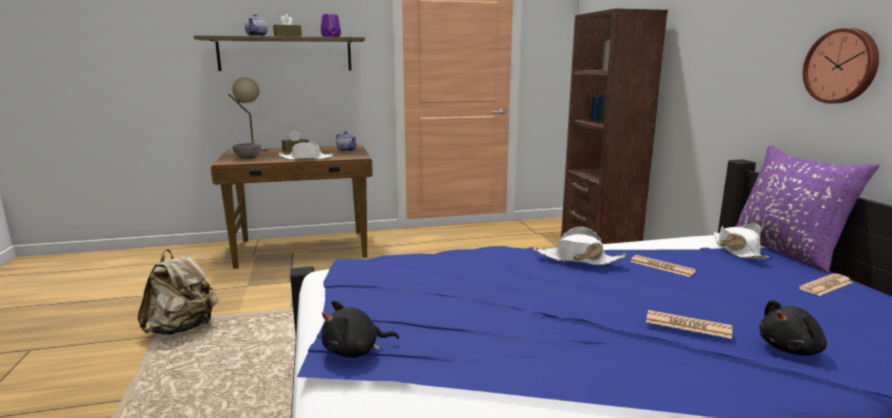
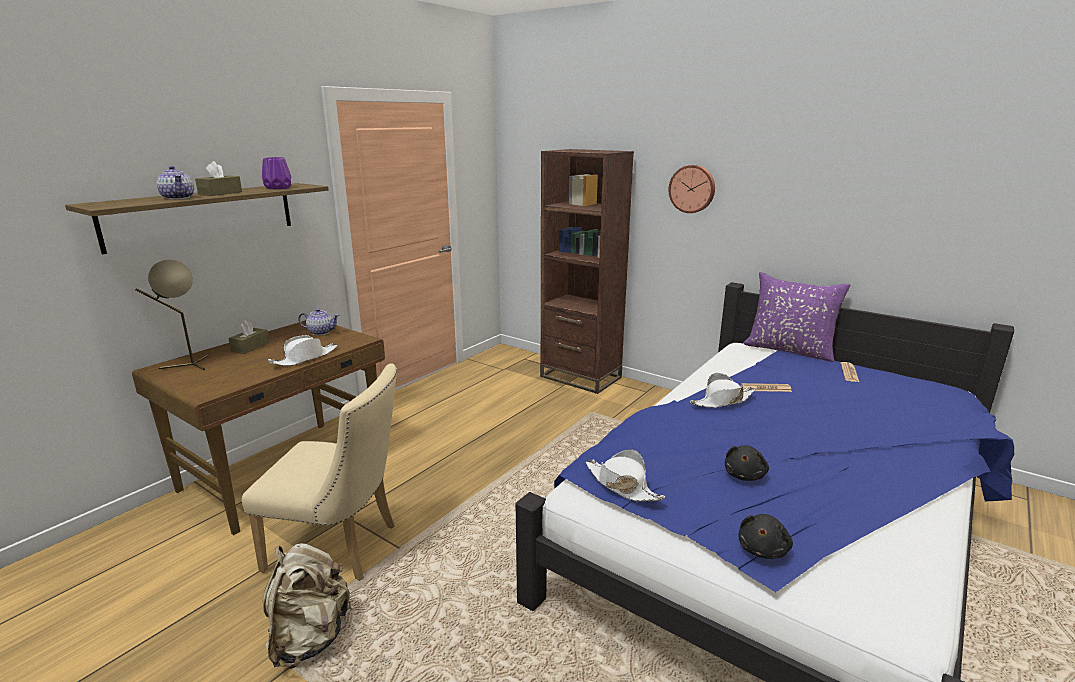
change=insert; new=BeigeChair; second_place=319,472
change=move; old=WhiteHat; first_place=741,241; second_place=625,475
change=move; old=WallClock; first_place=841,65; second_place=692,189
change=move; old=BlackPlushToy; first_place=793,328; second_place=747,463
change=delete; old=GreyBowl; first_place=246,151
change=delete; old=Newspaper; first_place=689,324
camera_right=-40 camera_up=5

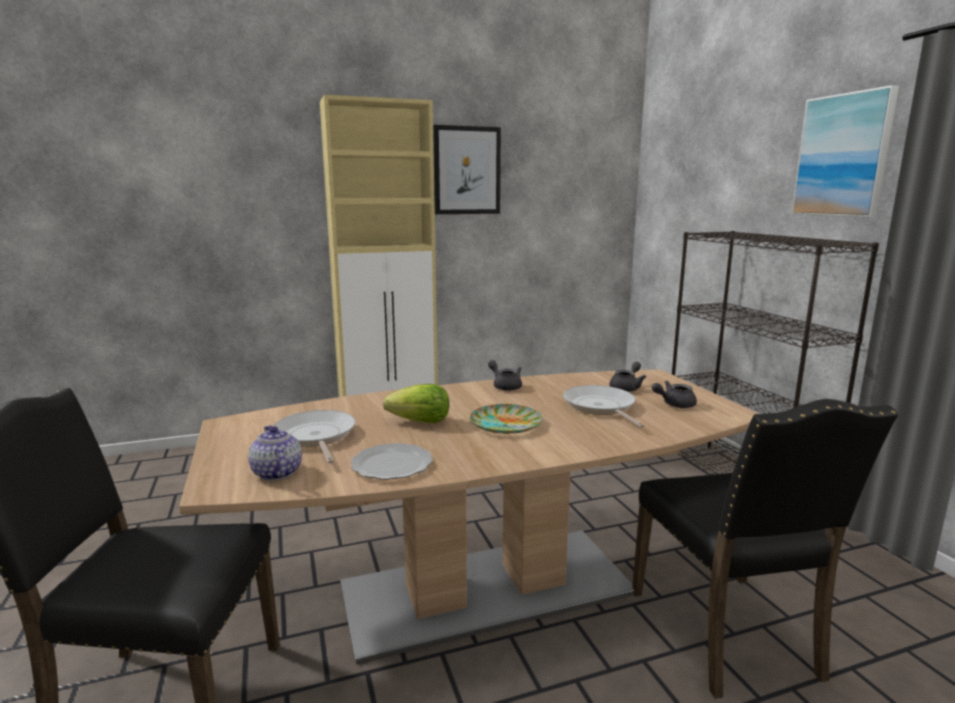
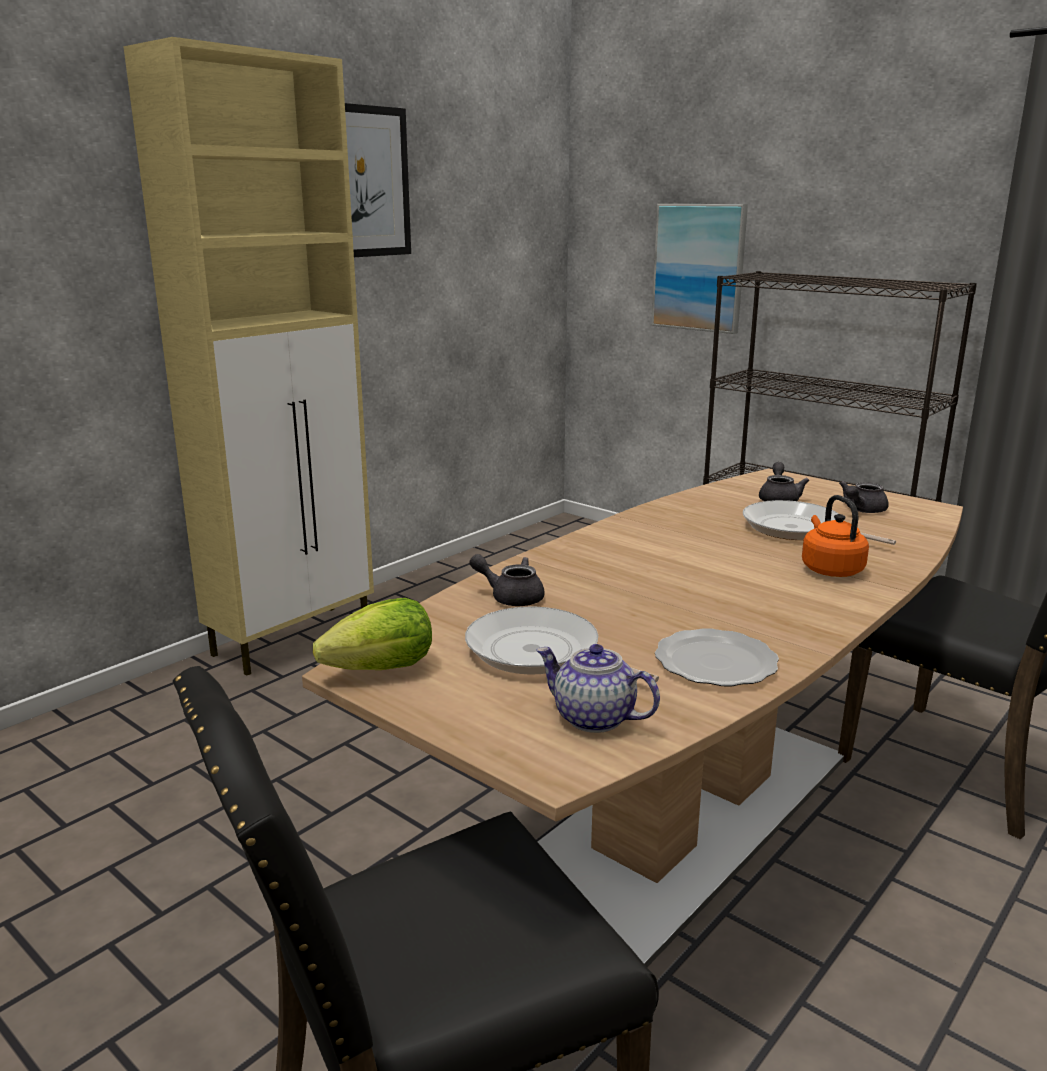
change=move; old=Lettuce; first_place=416,403; second_place=372,634
change=move; old=GreyTeapot; first_place=505,375; second_place=506,580
change=move; old=Picture; first_place=845,151; second_place=699,269
change=insert; new=OrangeKettle; second_place=835,536
change=delete; old=Plate; first_place=506,419
camera_right=-30 camera_up=5

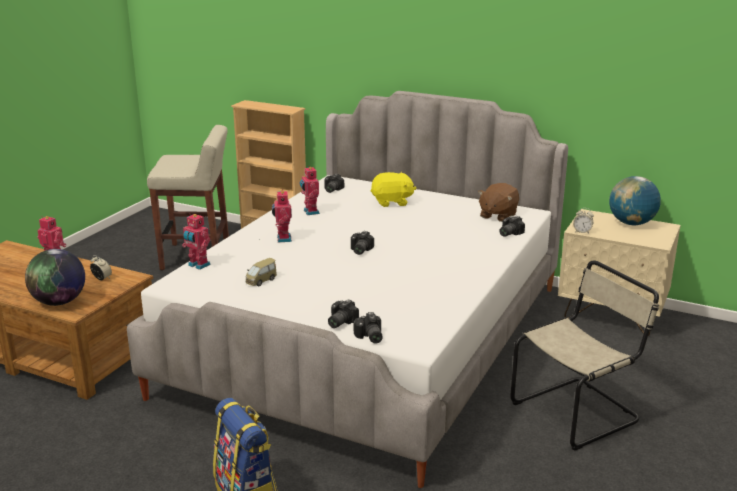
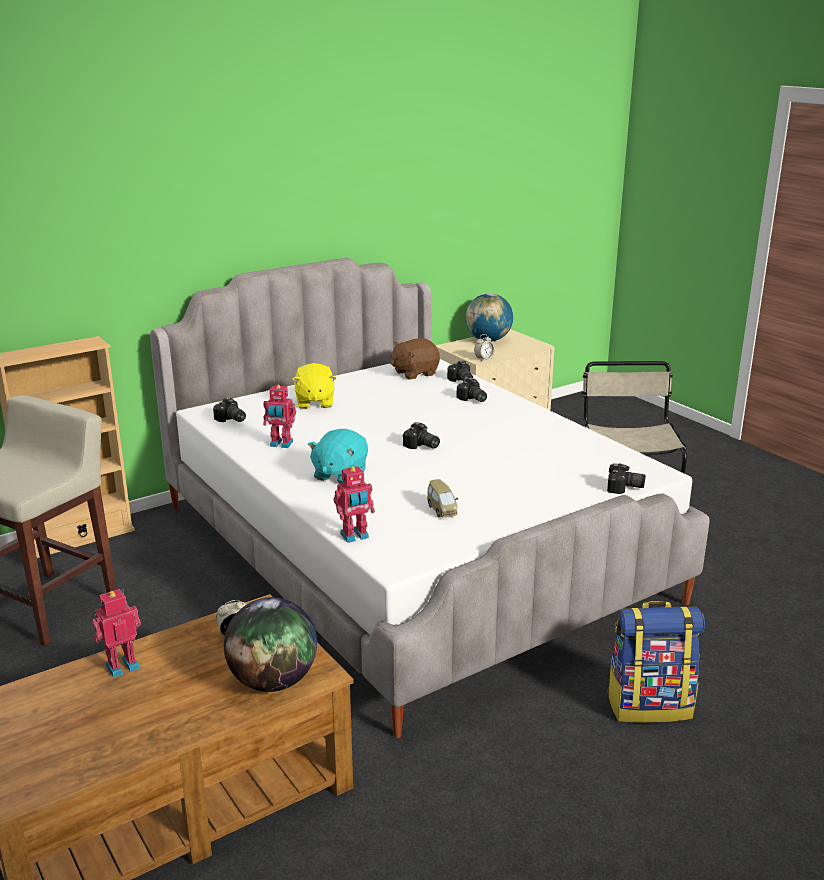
change=rotate; old=YellowPlushToy; first_place=393,189; second_place=314,386; degrees=150
change=replace; old=ToyRobot; new=TurquoisePlushToy; first_place=282,215; second_place=338,456
change=rotate; old=BrownPlushToy; first_place=498,202; second_place=415,359; degrees=90
change=move; old=PhotoCamera; first_place=343,313; second_place=472,390
camera_right=-60 camera_up=0

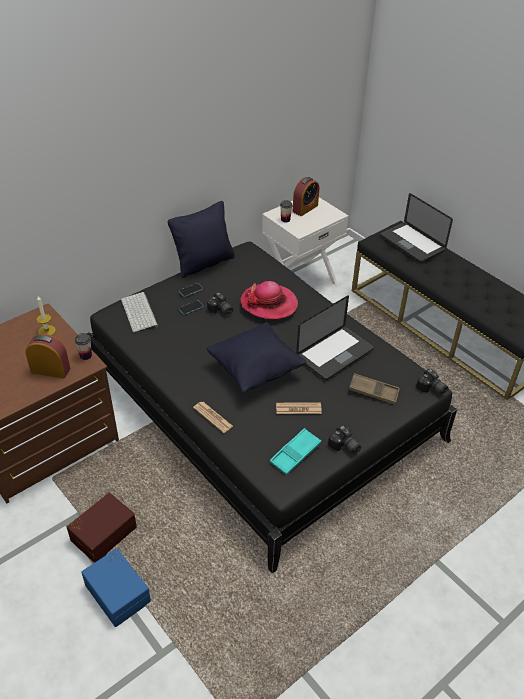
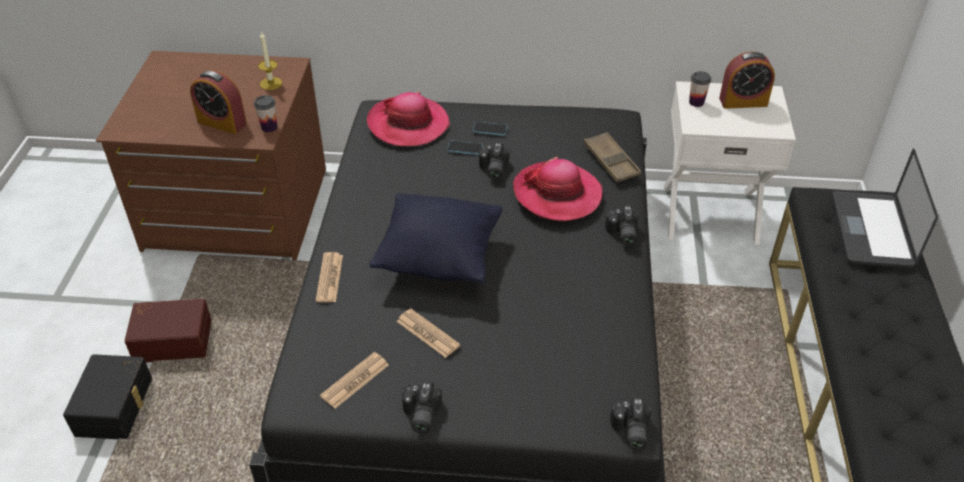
change=recolor; old=BlueStorageBox; new=BlackStorageBox; first_place=116,587; second_place=107,396
change=rotate; old=AlarmClock; first_place=47,356; second_place=218,102; degrees=150
change=replace; old=TurquoiseTray; new=Newspaper; first_place=295,451; second_place=354,380
change=replace; old=Keyboard; new=Hat; first_place=139,312; second_place=408,119
change=move; old=BrownTray; first_place=374,388; second_place=612,157
change=insert; new=PhotoCamera; second_place=622,226
change=delete; old=BlackPillow; first_place=201,239
change=delete; old=Laptop; first_place=335,337
camera_right=45 camera_up=0

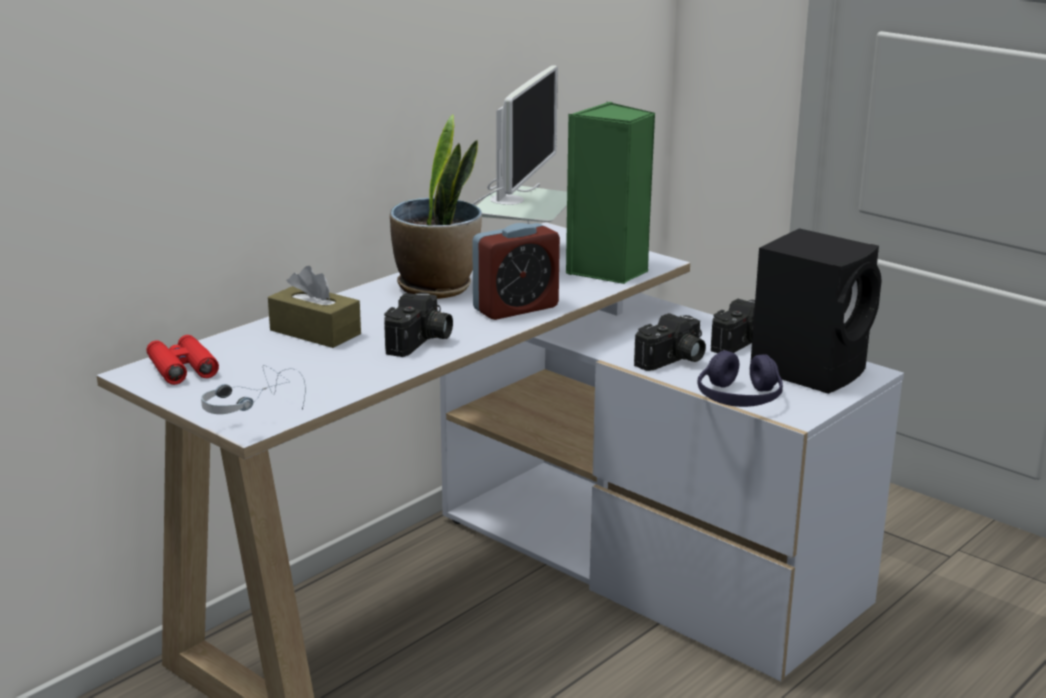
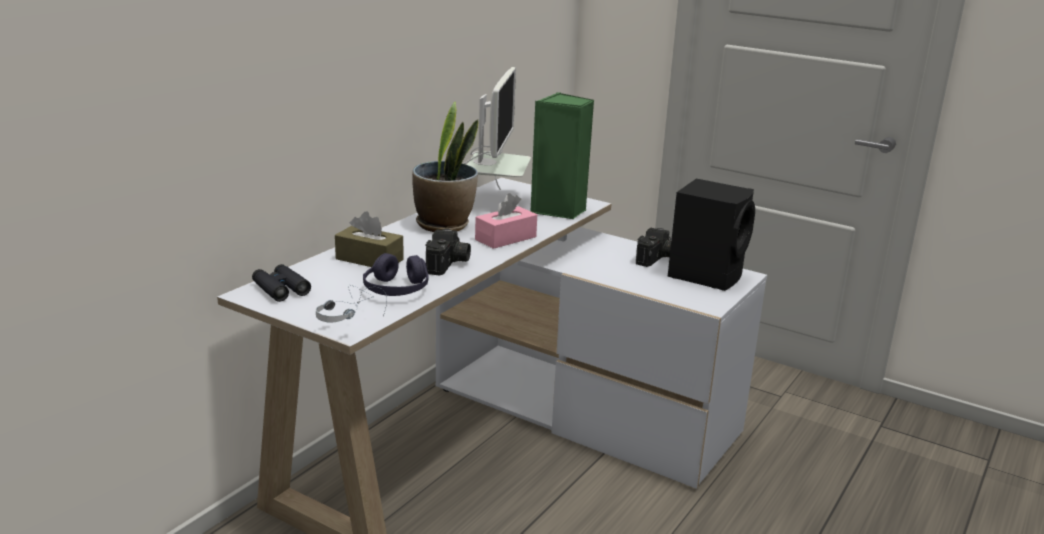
change=recolor; old=RedBinoculars; new=BlackBinoculars; first_place=182,360; second_place=281,283
change=move; old=PurpleHeadphones; first_place=740,378; second_place=395,274
change=replace; old=AlarmClock; new=PinkTissueBox; first_place=516,271; second_place=506,221
change=delete; old=PhotoCamera; first_place=670,342
camera_right=-10 camera_up=0

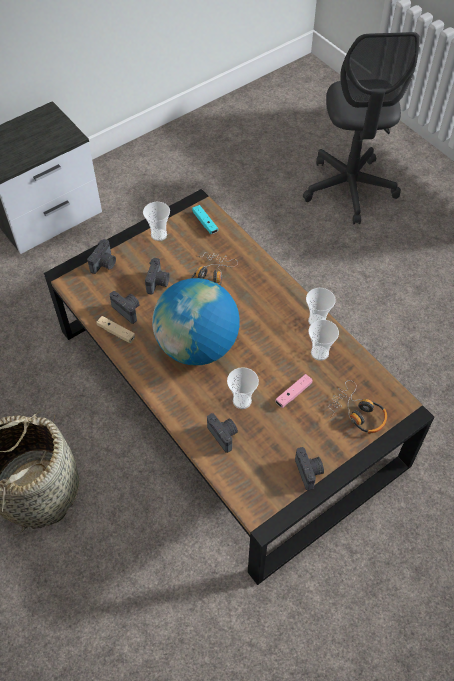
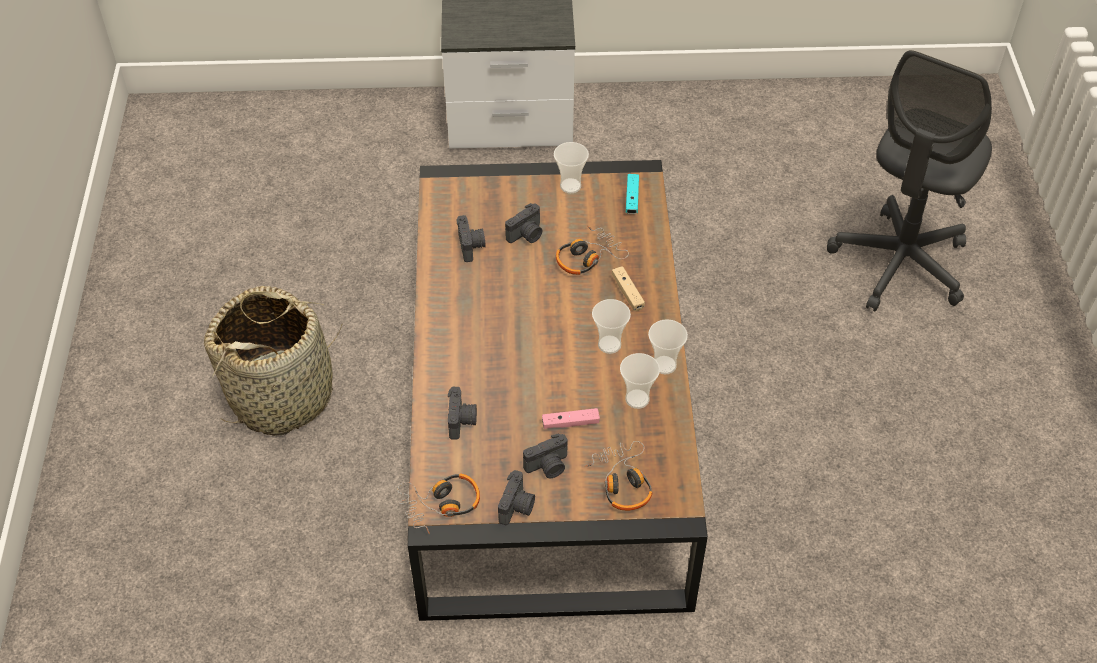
change=insert; new=Headphones; second_place=438,503
change=move; old=PhotoCamera; first_place=101,256; second_place=545,455
change=move; old=Cup; first_place=243,388; second_place=611,326
change=move; old=BeigeGameController; first_place=115,329; second_place=628,288
change=delete; old=Globe; first_place=196,321
camera_right=35 camera_up=-5

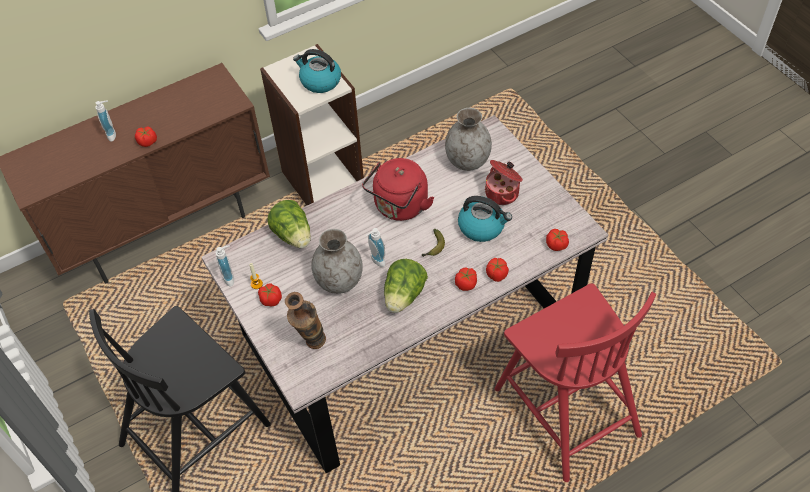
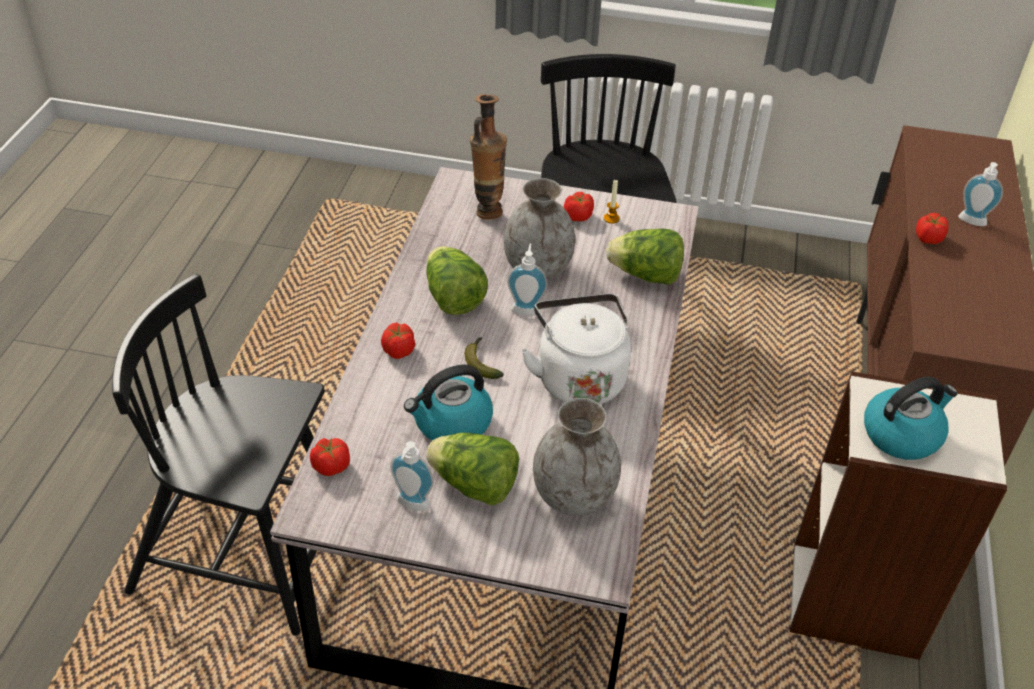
change=recolor; old=RedChair; new=BlackChair; first_place=575,382; second_place=218,454
change=move; old=SoapDispenser; first_place=225,265; second_place=412,476
change=replace; old=CookingPot; new=Lettuce; first_place=504,182; second_place=472,469
change=recolor; old=RedKettle; new=WhiteKettle; first_place=398,189; second_place=576,349
change=delete; old=Tomato; first_place=497,270
camera_right=130 camera_up=-10

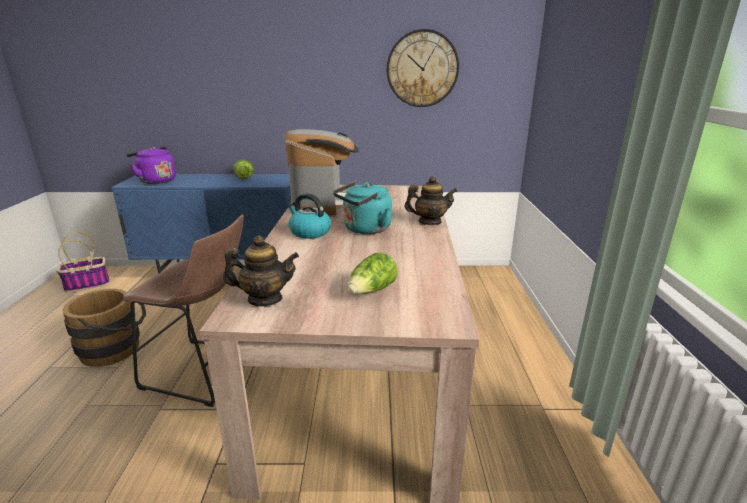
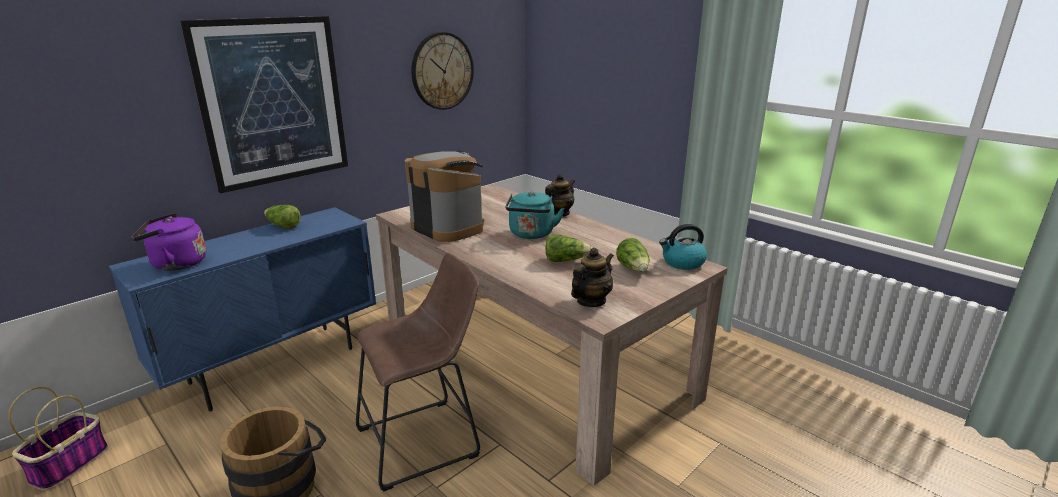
change=insert; new=Picture; second_place=264,104
change=insert; new=Lettuce; second_place=569,248
change=move; old=Kettle; first_place=309,216; second_place=683,247
camera_right=-45 camera_up=0

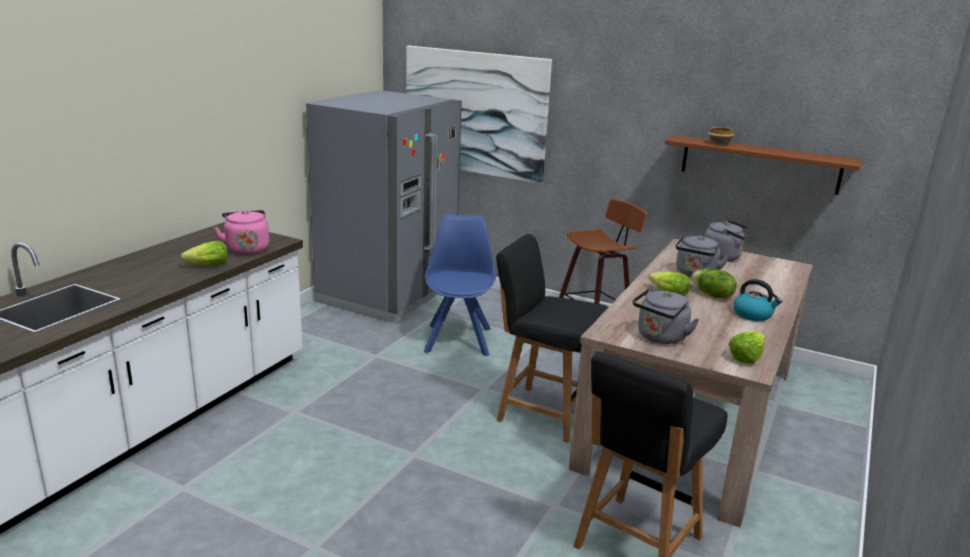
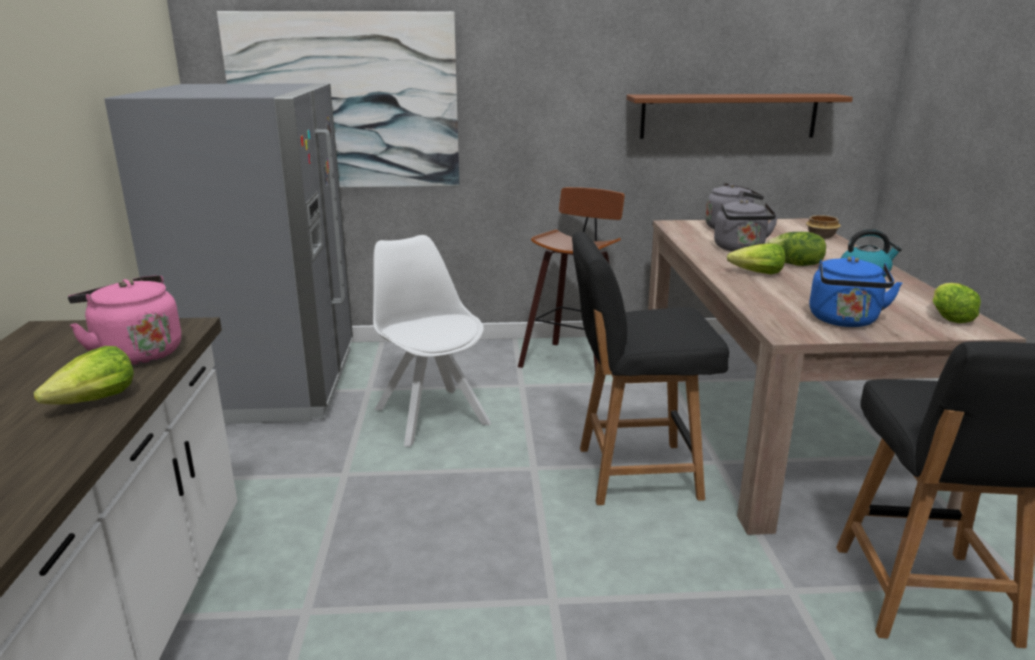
change=recolor; old=BlueChair; new=WhiteChair; first_place=460,284; second_place=432,341
change=move; old=Bowl; first_place=721,136; second_place=823,227
change=recolor; old=GreyKettle; new=BlueKettle; first_place=666,316; second_place=856,291
camera_right=-30 camera_up=0

